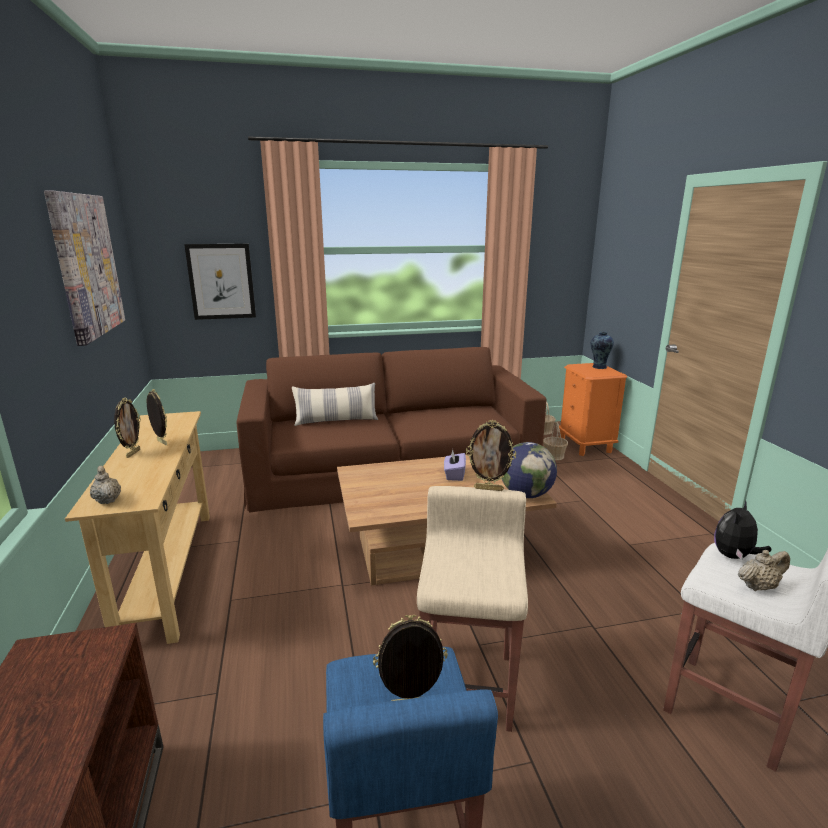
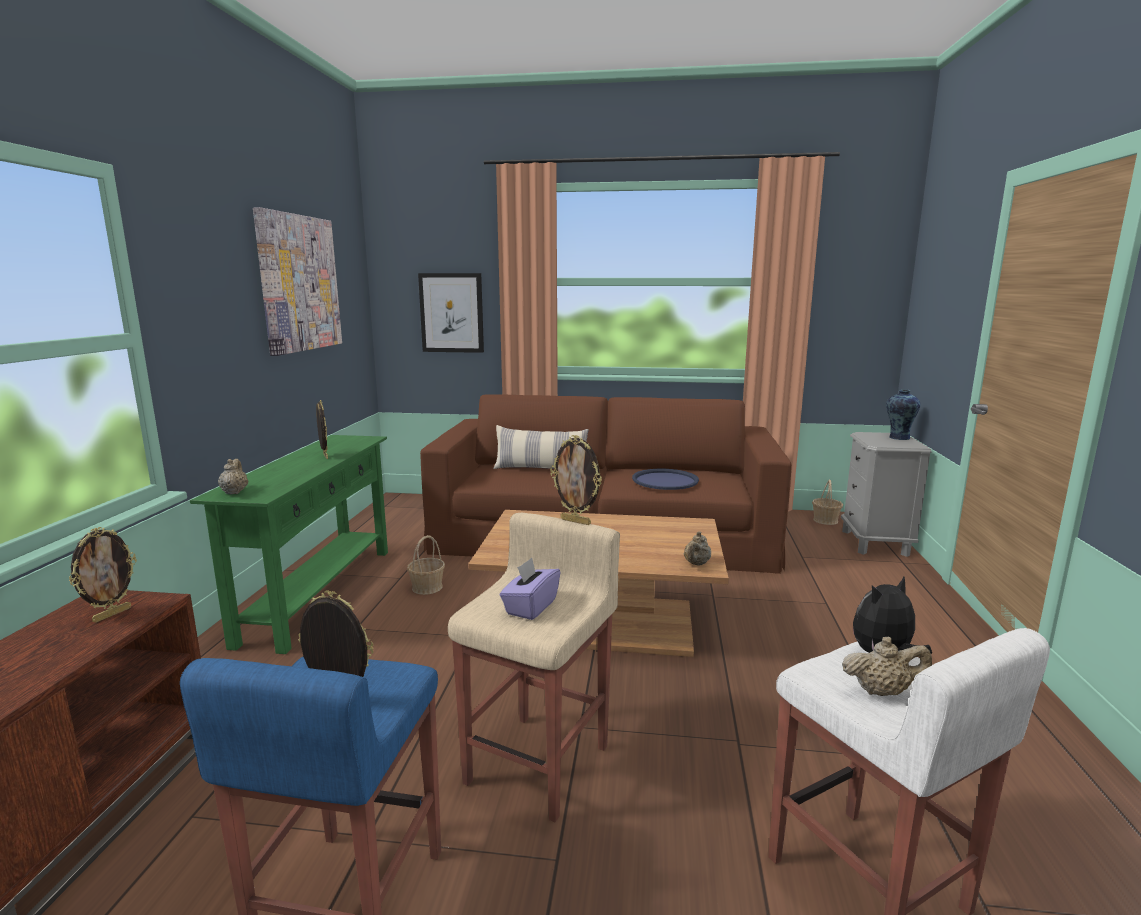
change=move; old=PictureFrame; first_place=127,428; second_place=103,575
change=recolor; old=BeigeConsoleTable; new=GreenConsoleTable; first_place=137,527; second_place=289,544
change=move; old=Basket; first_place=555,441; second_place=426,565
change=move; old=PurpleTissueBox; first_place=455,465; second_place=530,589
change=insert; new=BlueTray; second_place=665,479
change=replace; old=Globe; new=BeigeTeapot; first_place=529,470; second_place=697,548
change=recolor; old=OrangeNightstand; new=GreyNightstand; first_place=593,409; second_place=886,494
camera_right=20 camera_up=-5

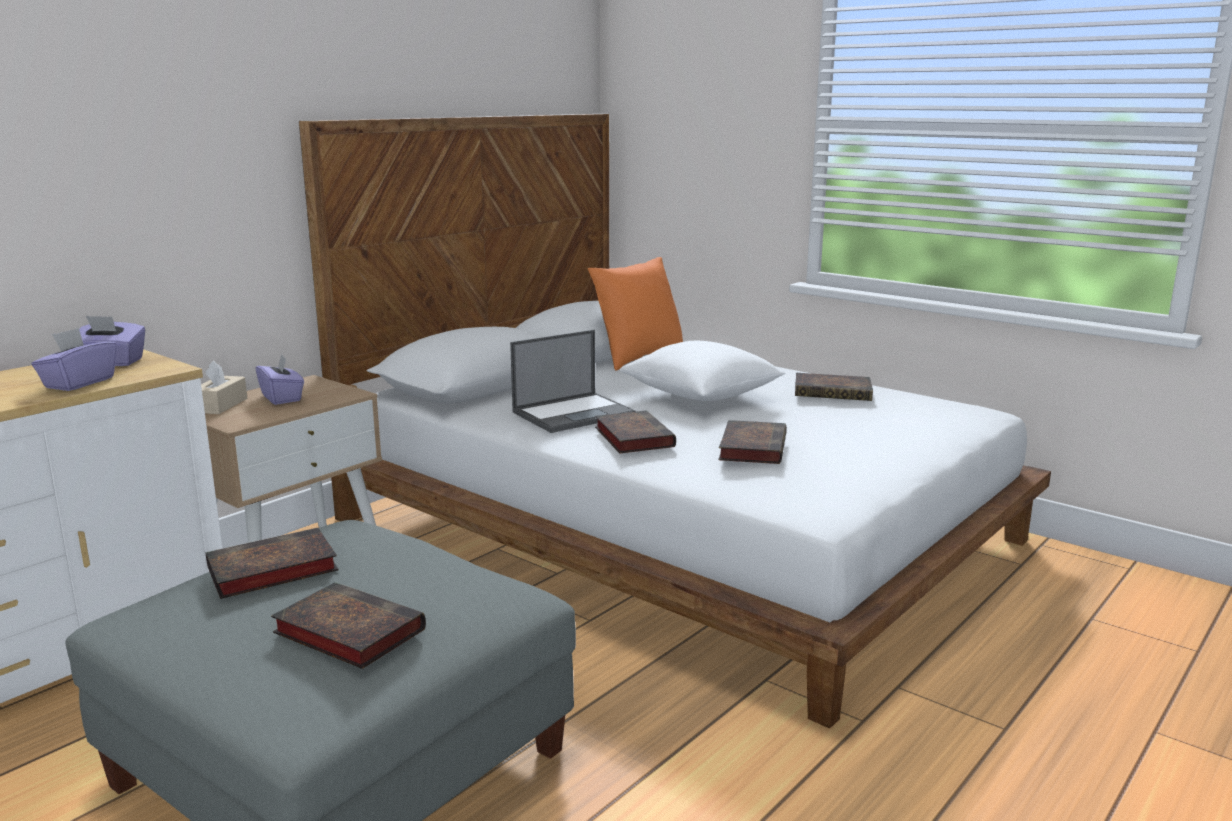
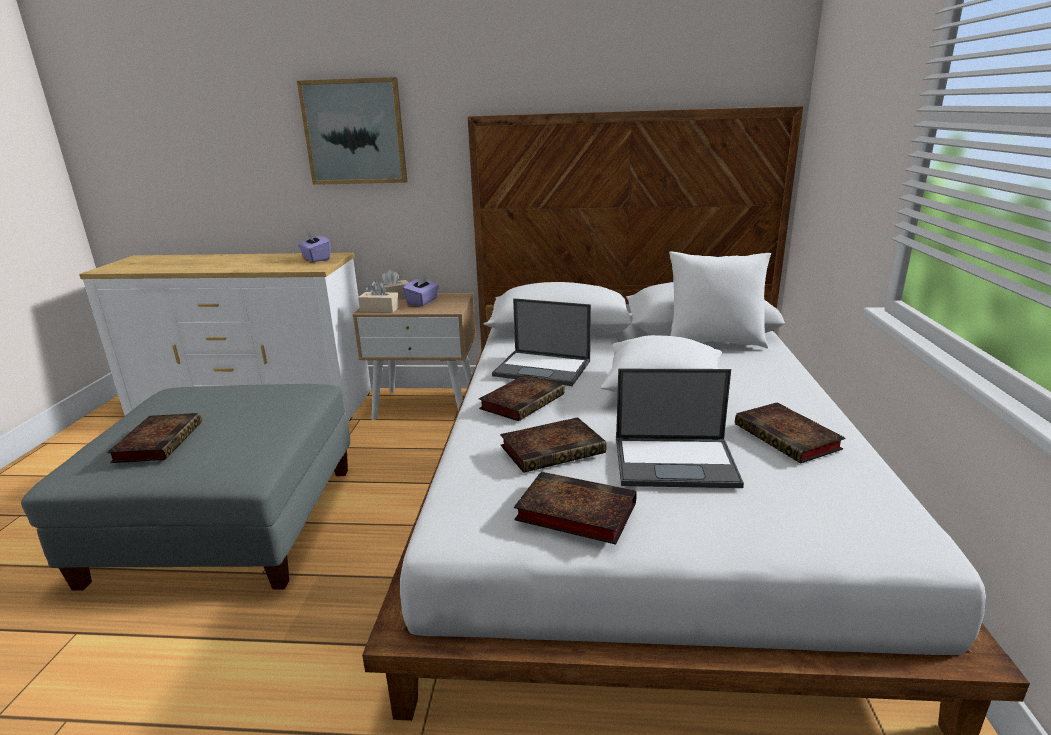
change=insert; new=Picture; second_place=352,131
change=insert; new=BeigeTissueBox; second_place=379,297
change=move; old=Book; first_place=271,563; second_place=575,508
change=insert; new=Laptop; second_place=680,428
change=recolor; old=OrangePillow; new=WhitePillow; first_place=635,314; second_place=720,300
change=delete; old=PurpleTissueBox; first_place=74,359
camera_right=55 camera_up=5

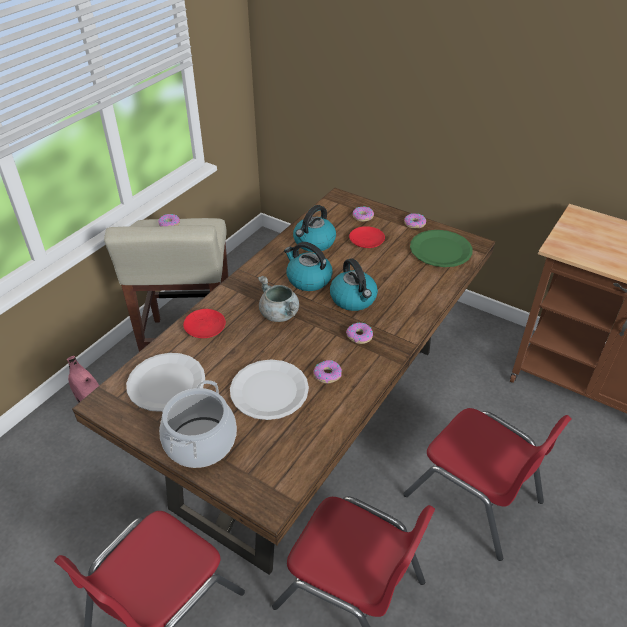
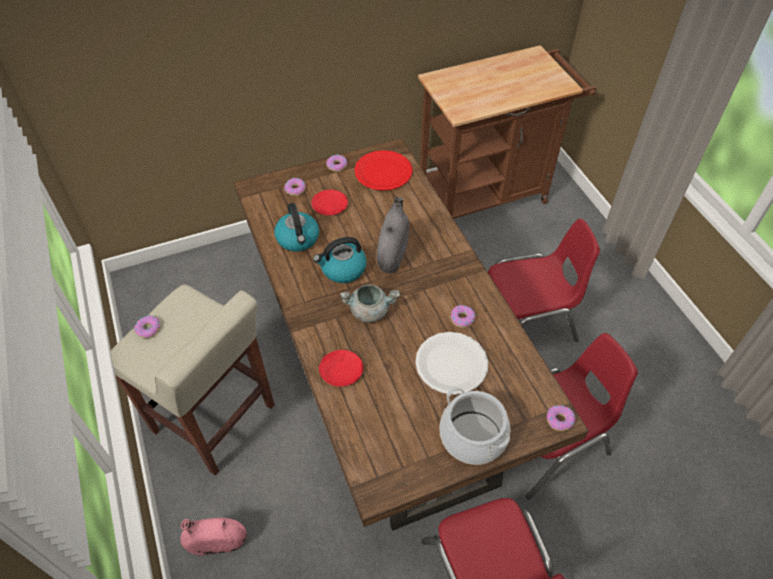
change=recolor; old=GreenPlate; new=RedPlate; first_place=441,248; second_place=383,170
change=replace; old=Kettle; new=GreyVase; first_place=354,284; second_place=393,235
change=move; old=Donut; first_place=359,333; second_place=561,418
change=delete; old=WhitePlate; first_place=165,382
camera_right=-55 camera_up=10

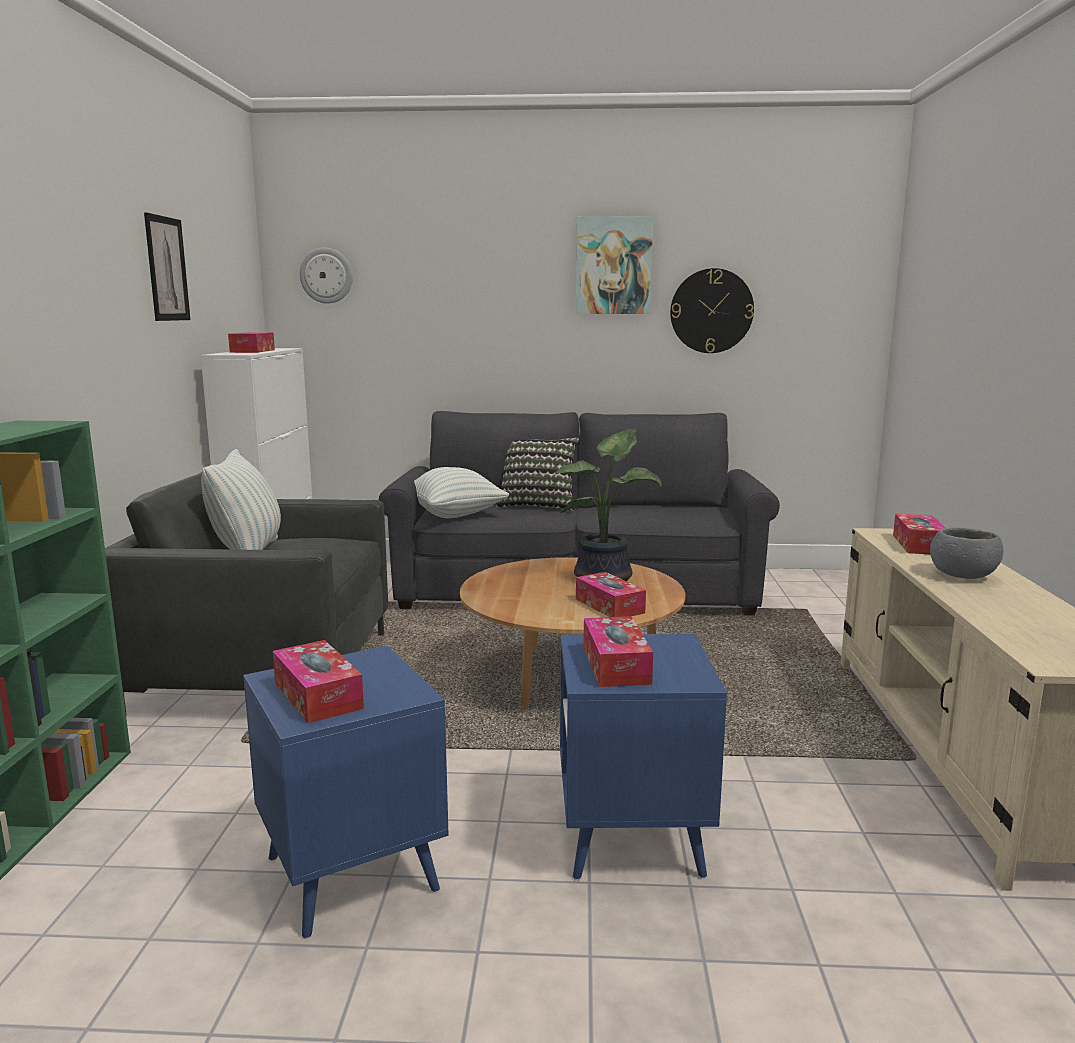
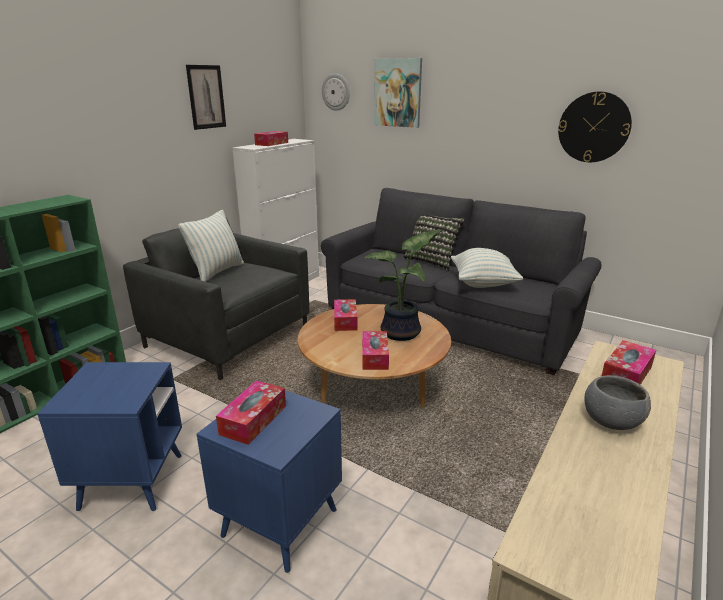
change=move; old=TissueBox; first_place=318,681; second_place=345,315
change=move; old=Picture; first_place=614,265; second_place=398,93
change=move; old=Pillow; first_place=461,492; second_place=487,268
camera_right=30 camera_up=10

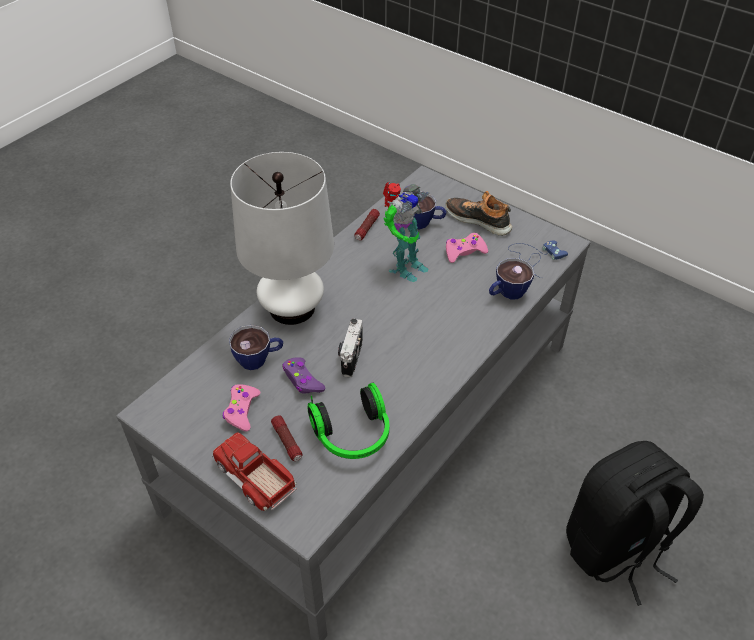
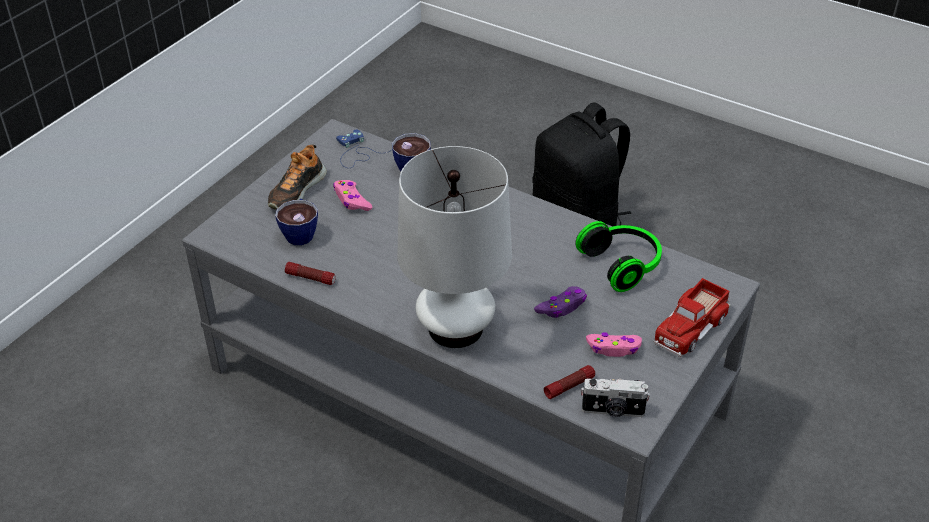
change=move; old=Flashlight; first_place=287,438; second_place=569,382
change=move; old=PhotoCamera; first_place=350,348; second_place=615,397
change=delete; old=Cup; first_place=256,347
change=delete; old=ToyRobot; first_place=406,232
camera_right=-95 camera_up=-5

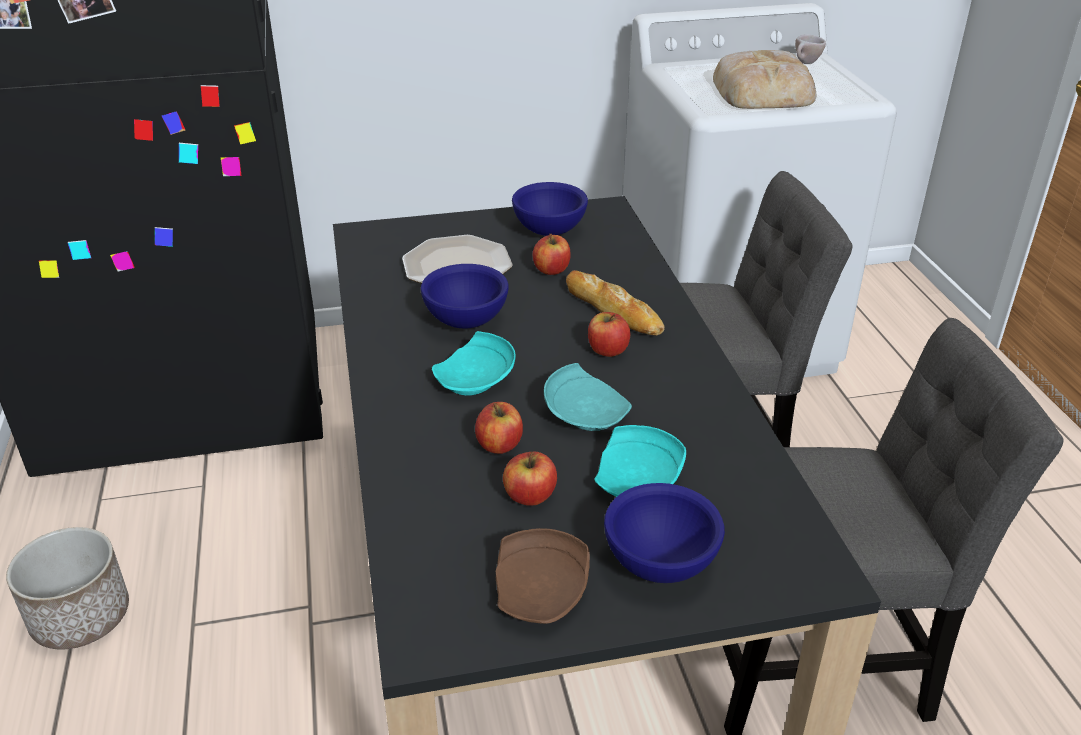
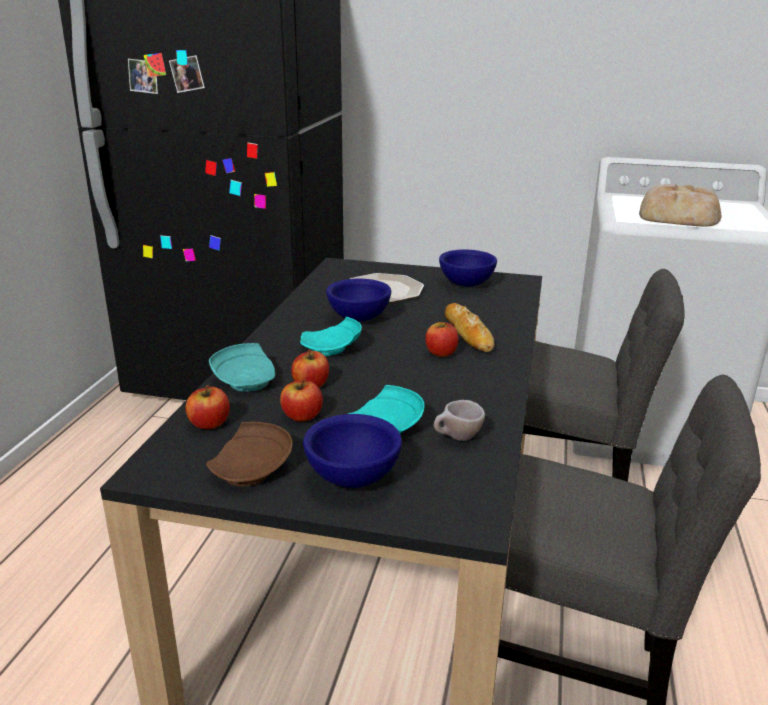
change=move; old=Apple; first_place=551,254; second_place=207,407
change=move; old=TurquoisePlate; first_place=588,397; second_place=242,367
change=move; old=BeigeCup; first_place=810,49; second_place=459,420
change=delete; old=Planter; first_place=67,588
camera_right=25 camera_up=-10

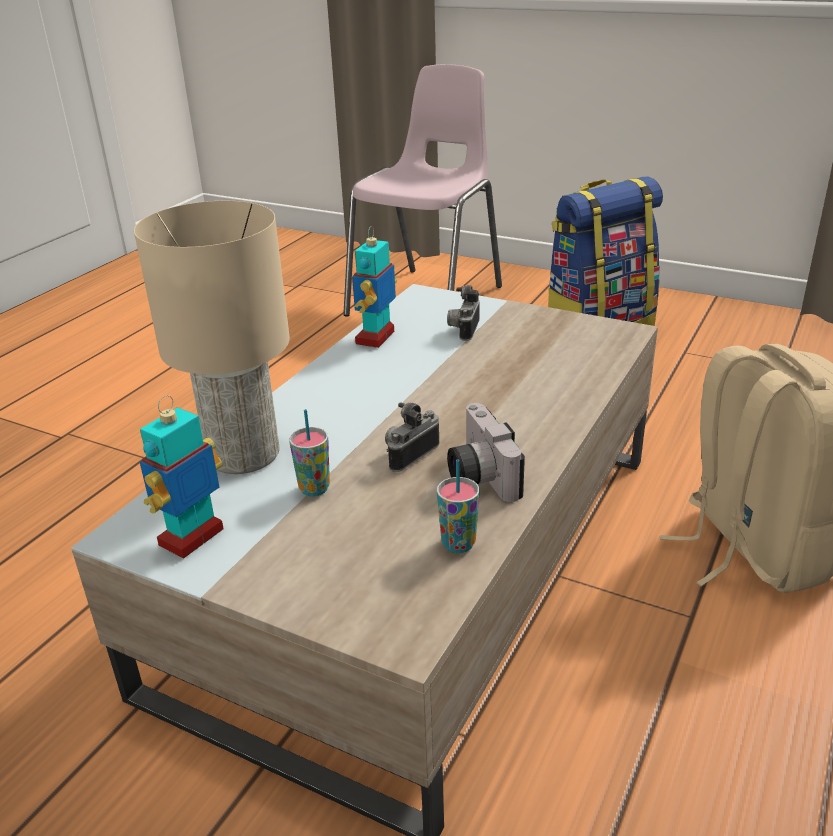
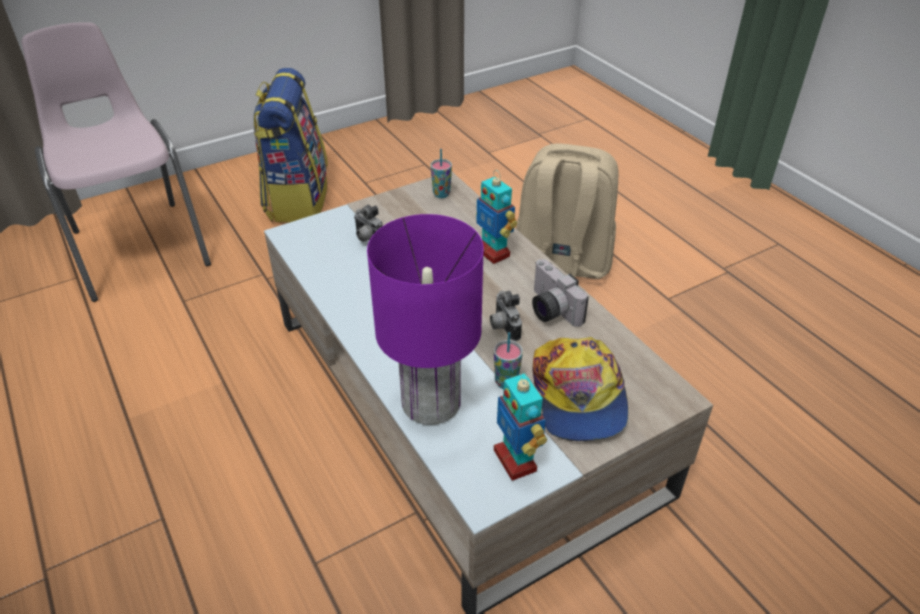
change=recolor; old=BeigeTableLamp; new=PurpleTableLamp; first_place=212,337; second_place=425,319
change=move; old=Cup; first_place=458,506; second_place=441,173
change=move; old=ToyRobot; first_place=374,287; second_place=496,217
change=rotate; old=PhotoCamera; first_place=486,452; second_place=560,293; degrees=45
change=insert; new=Cap; second_place=580,389
camera_right=-60 camera_up=10

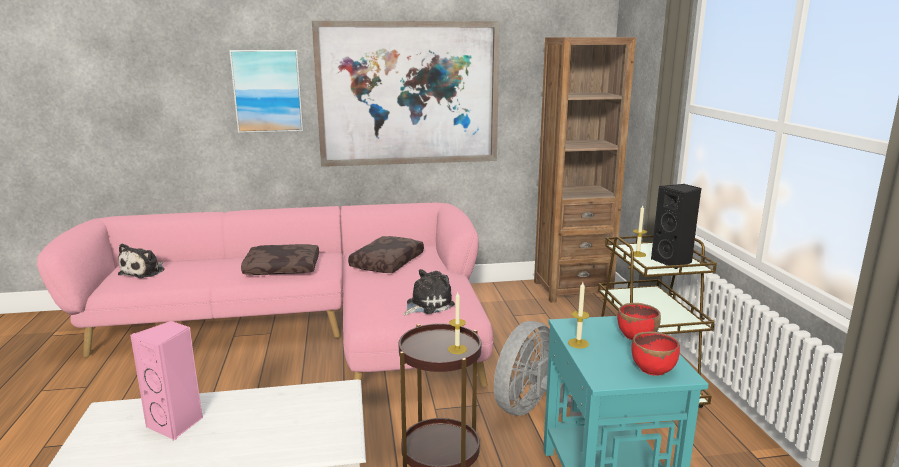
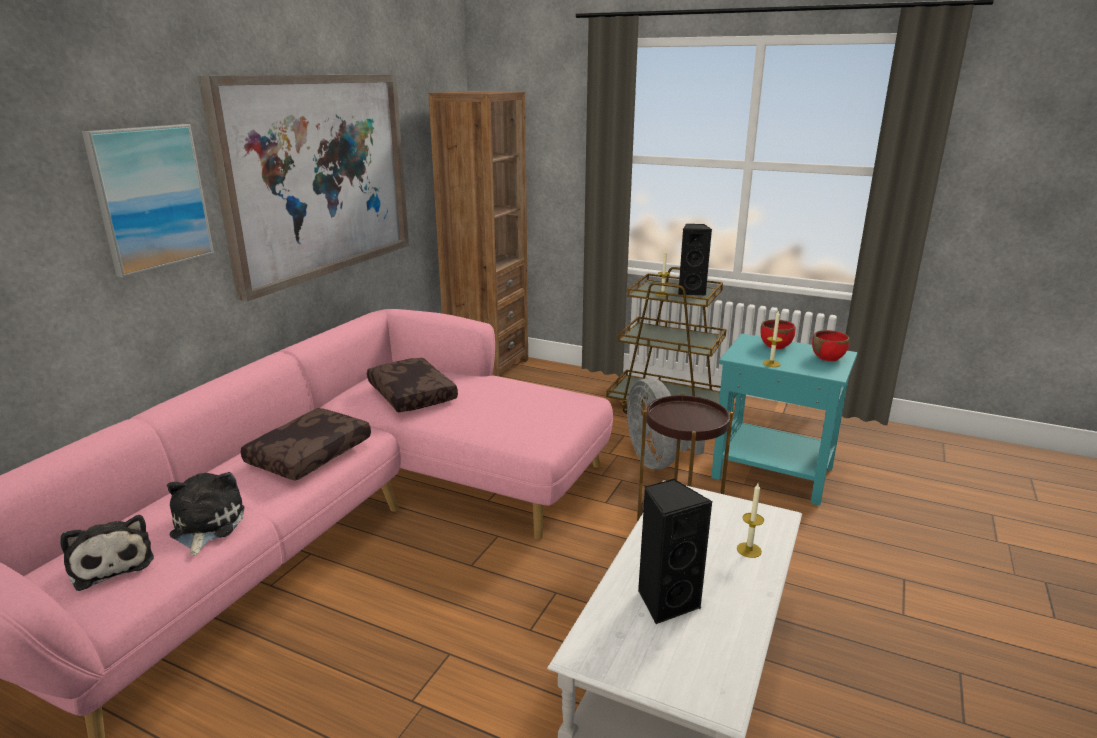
change=move; old=PlushToy; first_place=429,292; second_place=206,514
change=recolor; old=PinkSpeaker; new=BlackSpeaker; first_place=166,380; second_place=675,551
change=move; old=Candle; first_place=457,322; second_place=750,520
camera_right=-55 camera_up=5

